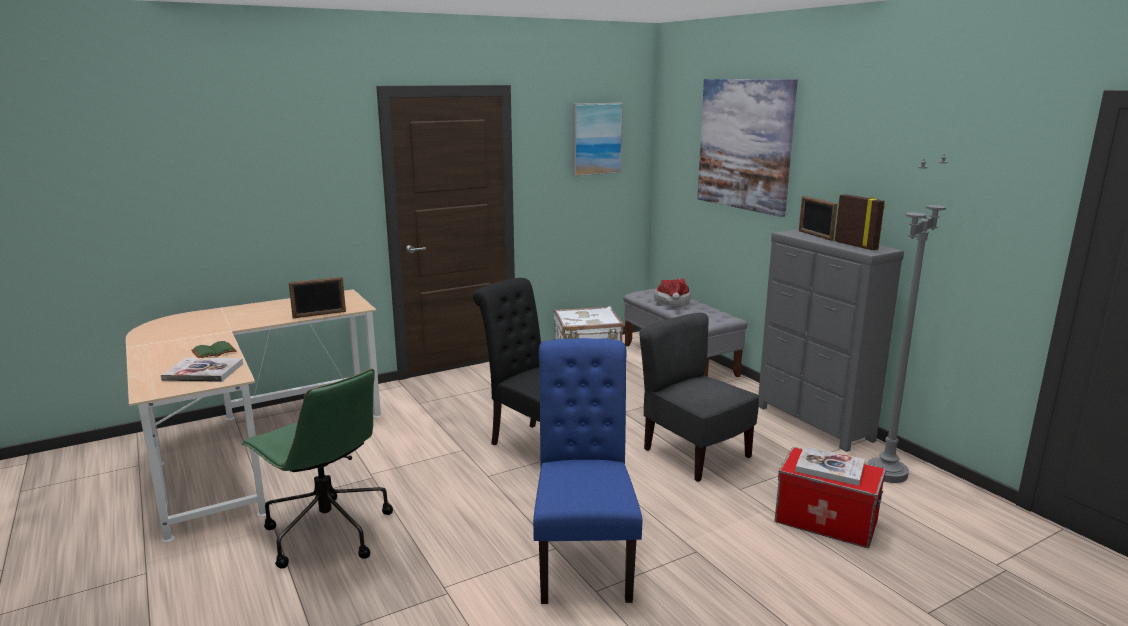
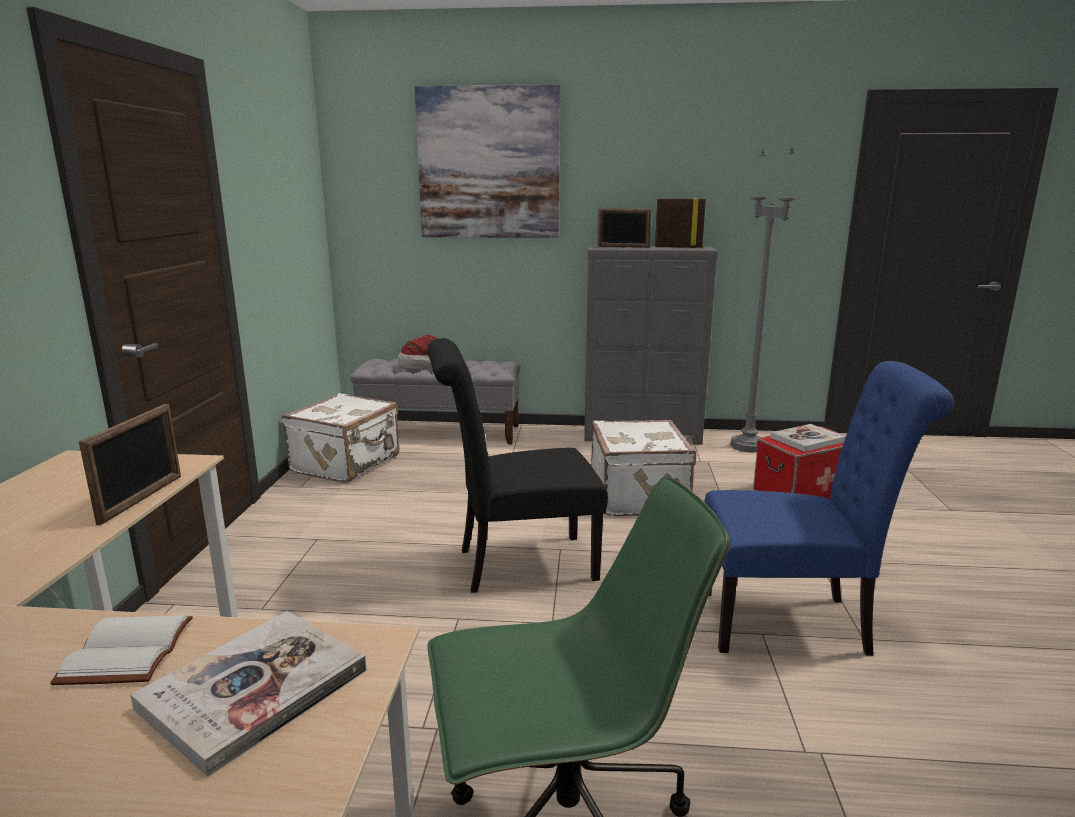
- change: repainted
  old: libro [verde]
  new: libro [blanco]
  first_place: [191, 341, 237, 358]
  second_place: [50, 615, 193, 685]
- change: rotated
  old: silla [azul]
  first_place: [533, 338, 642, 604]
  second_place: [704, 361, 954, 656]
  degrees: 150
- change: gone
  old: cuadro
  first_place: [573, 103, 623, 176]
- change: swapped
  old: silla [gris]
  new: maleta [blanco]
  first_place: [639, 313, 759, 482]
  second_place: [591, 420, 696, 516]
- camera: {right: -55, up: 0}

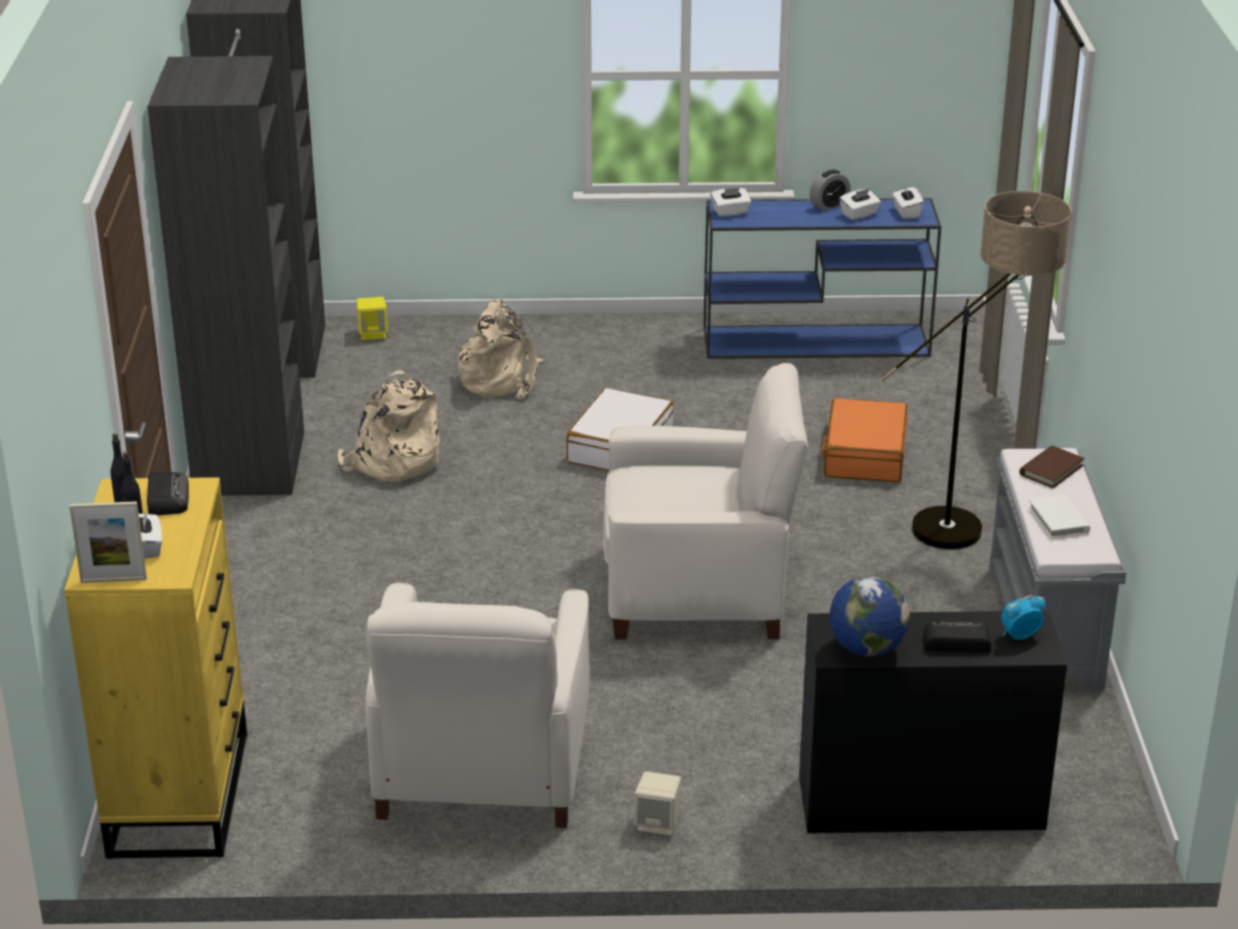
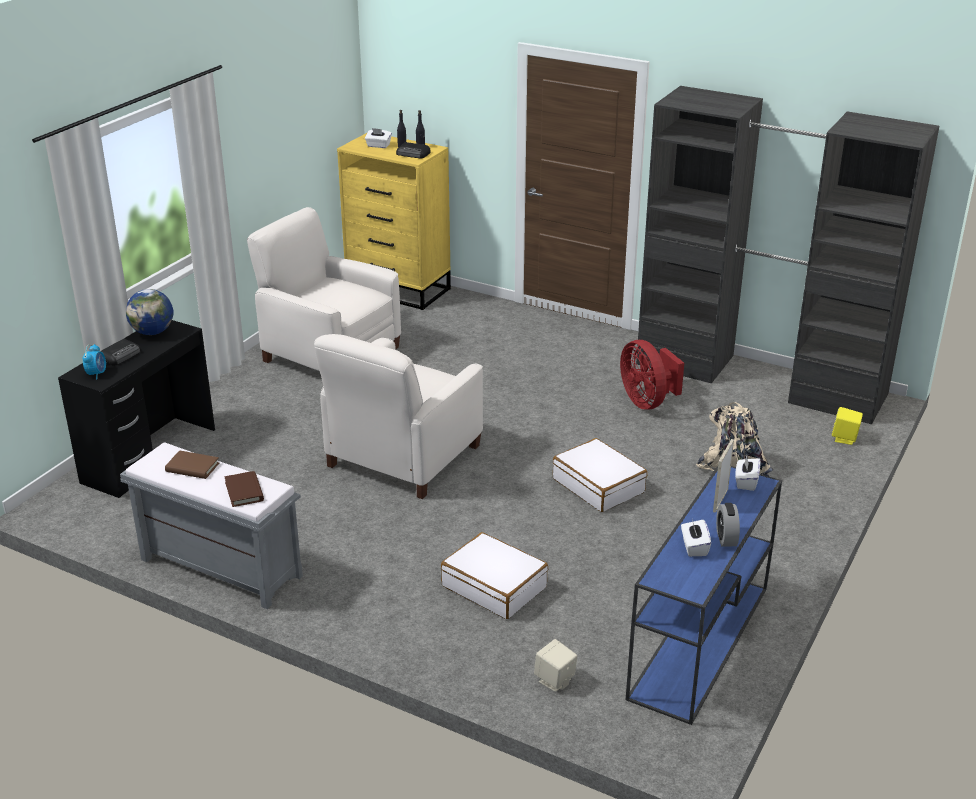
- change: shifted
  old: portarretratos
  first_place: [69, 501, 147, 583]
  second_place: [713, 439, 734, 513]
- change: swapped
  old: mochila [beis]
  new: ventilador [rojo]
  first_place: [338, 370, 440, 483]
  second_place: [620, 340, 684, 410]
- change: shifted
  old: altavoz [beis]
  first_place: [634, 771, 681, 836]
  second_place: [534, 639, 577, 692]
- change: repainted
  old: maleta [naranja]
  new: maleta [blanco]
  first_place: [822, 398, 908, 482]
  second_place: [441, 532, 548, 619]
- change: gone
  old: lámpara de pie
  first_place: [881, 191, 1072, 549]
- change: gone
  old: caja de pañuelos [blanco]
  first_place: [893, 183, 924, 219]
- change: repainted
  old: libro [blanco]
  new: libro [marrón]
  first_place: [1028, 495, 1090, 539]
  second_place: [165, 450, 219, 479]
- camera: {right: 120, up: 0}

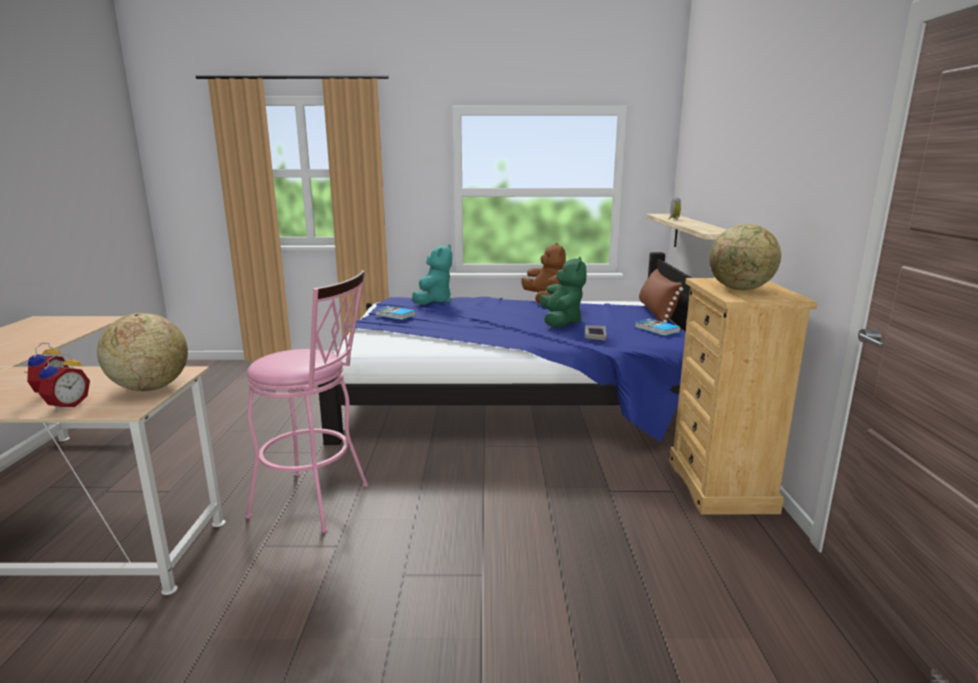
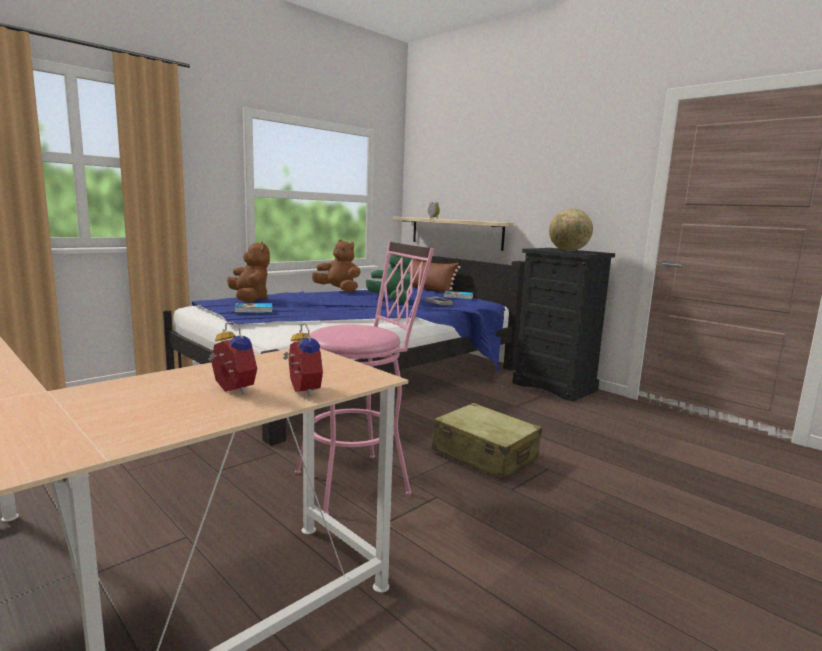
- change: gone
  old: globo terráqueo
  first_place: [97, 313, 188, 391]
- change: repainted
  old: peluche [turquesa]
  new: peluche [marrón]
  first_place: [412, 244, 452, 305]
  second_place: [227, 241, 270, 302]
- change: repainted
  old: cómoda [beis]
  new: cómoda [negro]
  first_place: [669, 278, 818, 514]
  second_place: [512, 248, 615, 402]
- change: new
  new: maleta [beis]
  second_place: [432, 403, 542, 480]
- camera: {right: -45, up: -5}

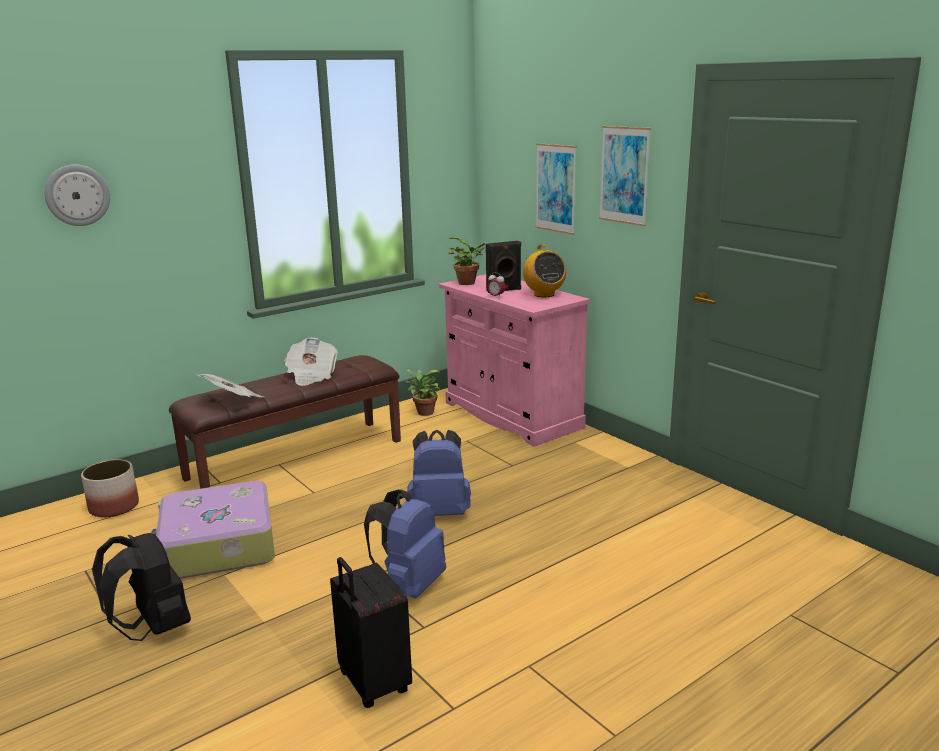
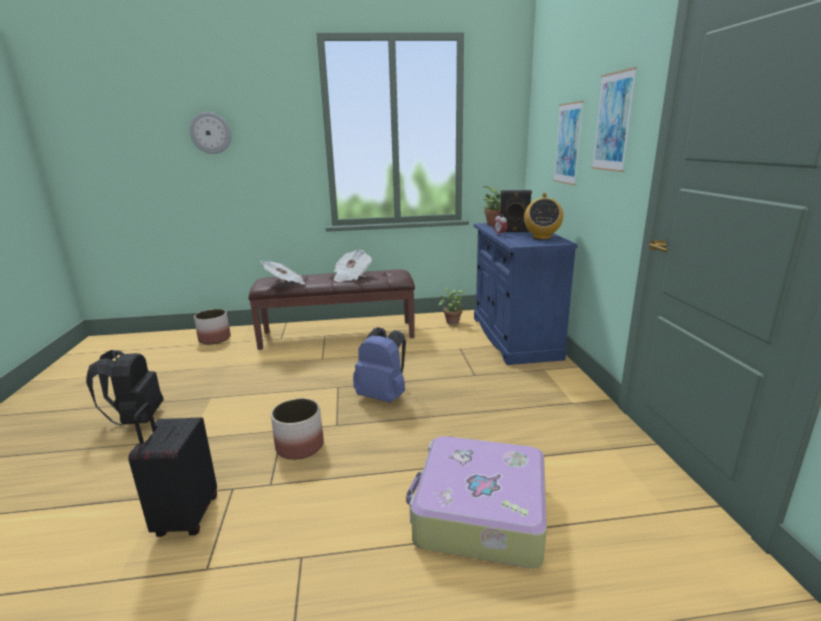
- change: shifted
  old: maleta
  first_place: [151, 481, 275, 579]
  second_place: [406, 436, 547, 568]
- change: swapped
  old: mochila [azul]
  new: maceta
  first_place: [364, 489, 446, 598]
  second_place: [271, 398, 324, 460]
- change: repainted
  old: armario [rosa]
  new: armario [azul]
  first_place: [439, 274, 590, 447]
  second_place: [474, 223, 578, 365]
- camera: {right: 30, up: 0}

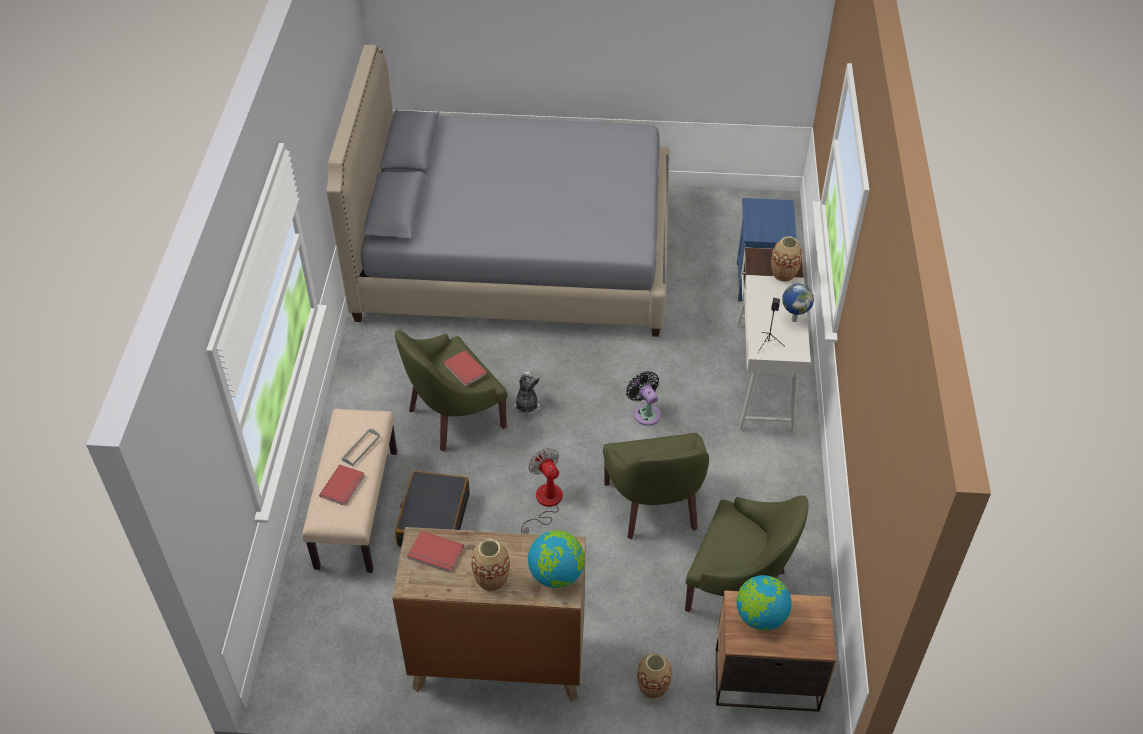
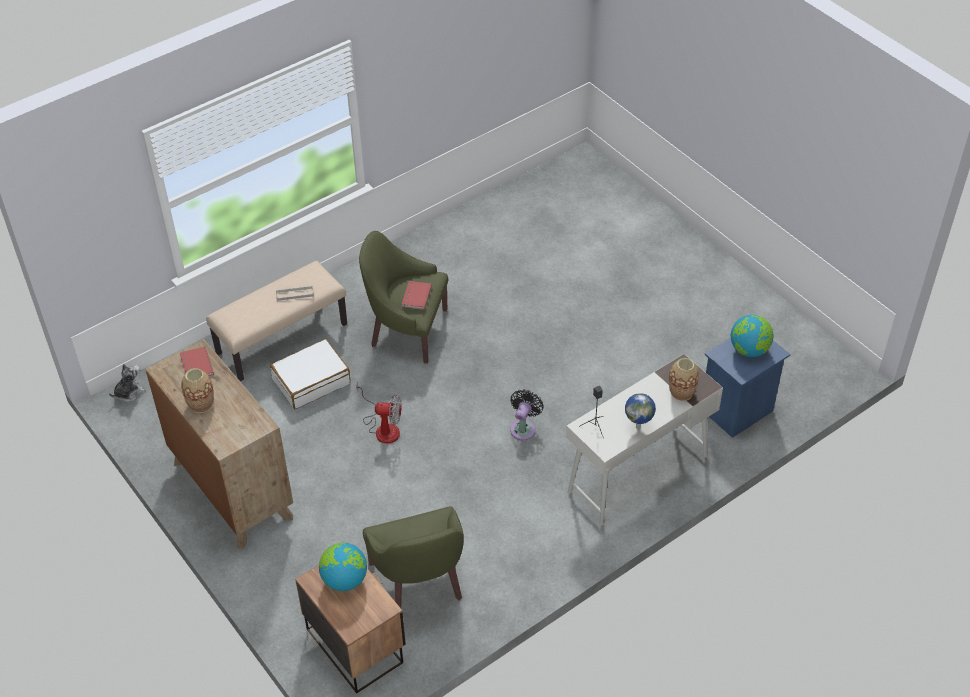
- change: gone
  old: libro [rojo]
  first_place: [319, 464, 365, 506]
- change: gone
  old: cama [gris]
  first_place: [326, 45, 670, 337]
- change: repainted
  old: maleta [negro]
  new: maleta [blanco]
  first_place: [395, 471, 470, 547]
  second_place: [270, 339, 350, 409]
- change: shifted
  old: peluche
  first_place: [514, 371, 540, 415]
  second_place: [109, 364, 145, 402]
- change: rotated
  old: ventilador
  first_place: [521, 448, 563, 534]
  second_place: [356, 383, 401, 444]
  degrees: 75
- change: shifted
  old: globo terráqueo
  first_place: [528, 531, 585, 588]
  second_place: [731, 315, 774, 357]
- change: gone
  old: sillón [verde]
  first_place: [603, 433, 709, 539]
- change: gone
  old: florero
  first_place: [637, 653, 672, 699]
- camera: {right: 50, up: 0}

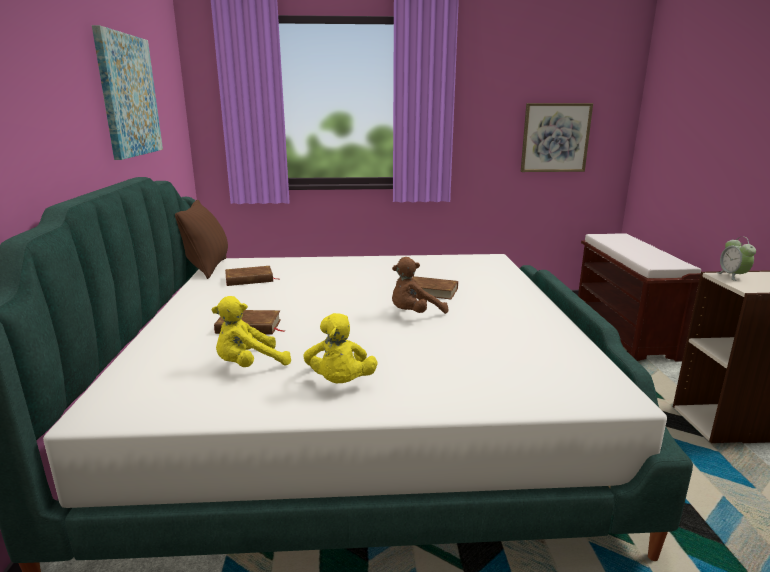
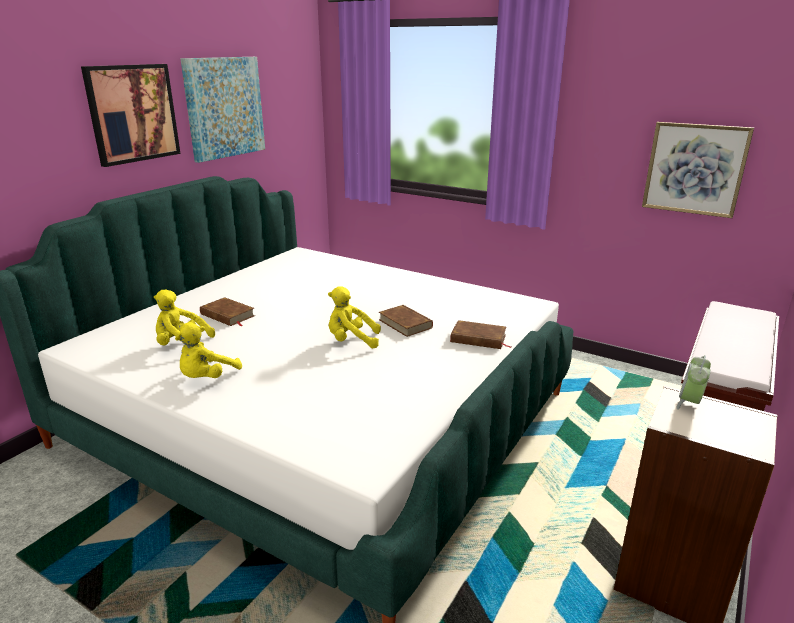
- change: gone
  old: cojín [marrón]
  first_place: [175, 200, 228, 279]
- change: shifted
  old: libro [marrón]
  first_place: [225, 266, 276, 286]
  second_place: [450, 320, 511, 349]
- change: repainted
  old: peluche [marrón]
  new: peluche [amarillo]
  first_place: [392, 257, 448, 314]
  second_place: [328, 286, 381, 348]
- change: new
  new: cuadro
  second_place: [81, 64, 181, 167]
- camera: {right: 35, up: 5}

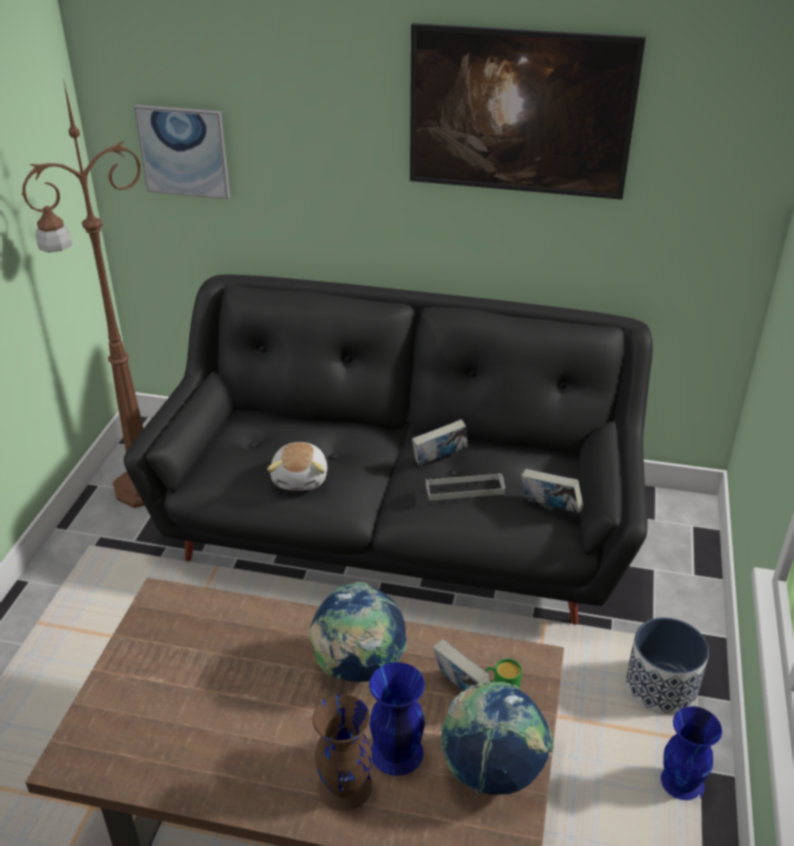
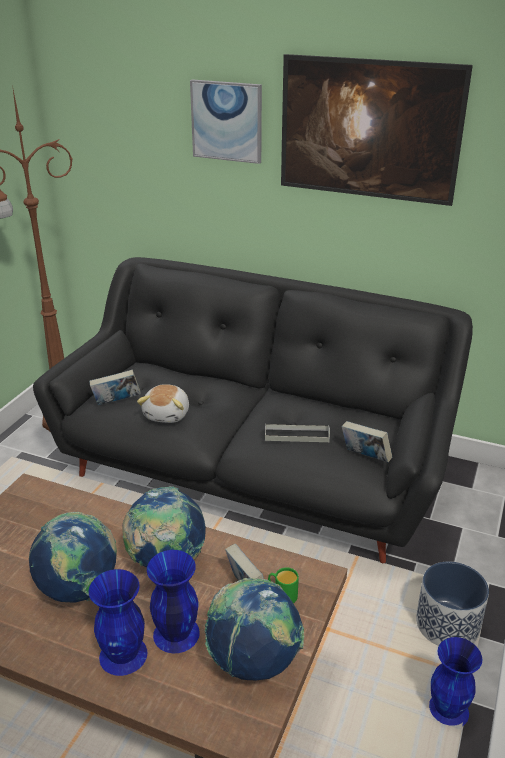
- change: shifted
  old: cuadro
  first_place: [134, 105, 230, 199]
  second_place: [190, 79, 262, 164]
- change: repainted
  old: florero [marrón]
  new: florero [azul]
  first_place: [313, 694, 372, 811]
  second_place: [89, 569, 147, 676]
- change: shifted
  old: libro
  first_place: [412, 419, 468, 466]
  second_place: [89, 370, 141, 405]
- change: new
  new: globo terráqueo
  second_place: [29, 512, 117, 603]
- camera: {right: 10, up: -5}

